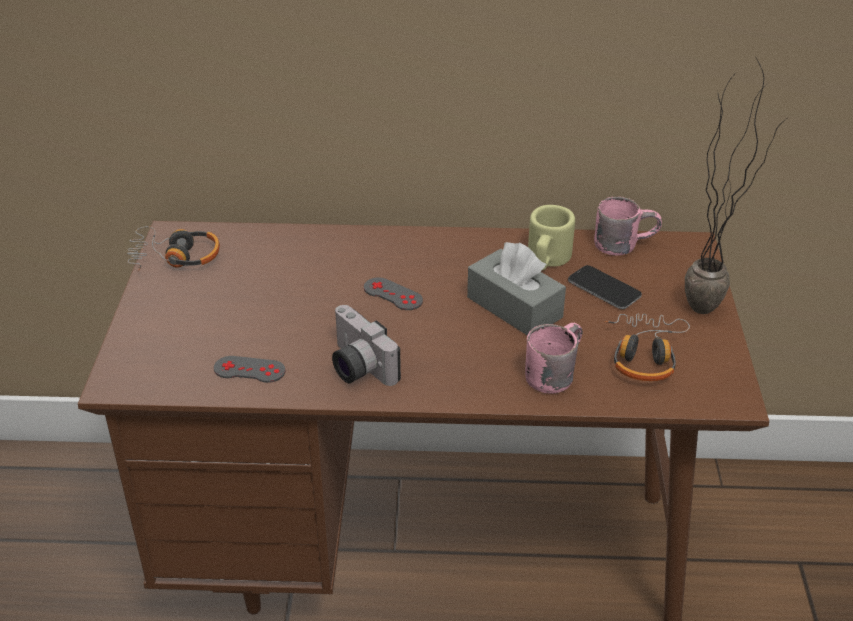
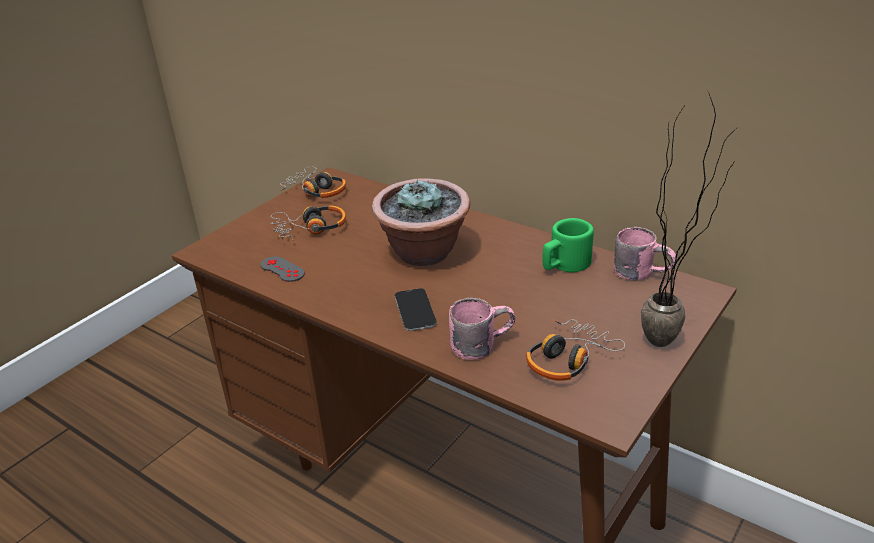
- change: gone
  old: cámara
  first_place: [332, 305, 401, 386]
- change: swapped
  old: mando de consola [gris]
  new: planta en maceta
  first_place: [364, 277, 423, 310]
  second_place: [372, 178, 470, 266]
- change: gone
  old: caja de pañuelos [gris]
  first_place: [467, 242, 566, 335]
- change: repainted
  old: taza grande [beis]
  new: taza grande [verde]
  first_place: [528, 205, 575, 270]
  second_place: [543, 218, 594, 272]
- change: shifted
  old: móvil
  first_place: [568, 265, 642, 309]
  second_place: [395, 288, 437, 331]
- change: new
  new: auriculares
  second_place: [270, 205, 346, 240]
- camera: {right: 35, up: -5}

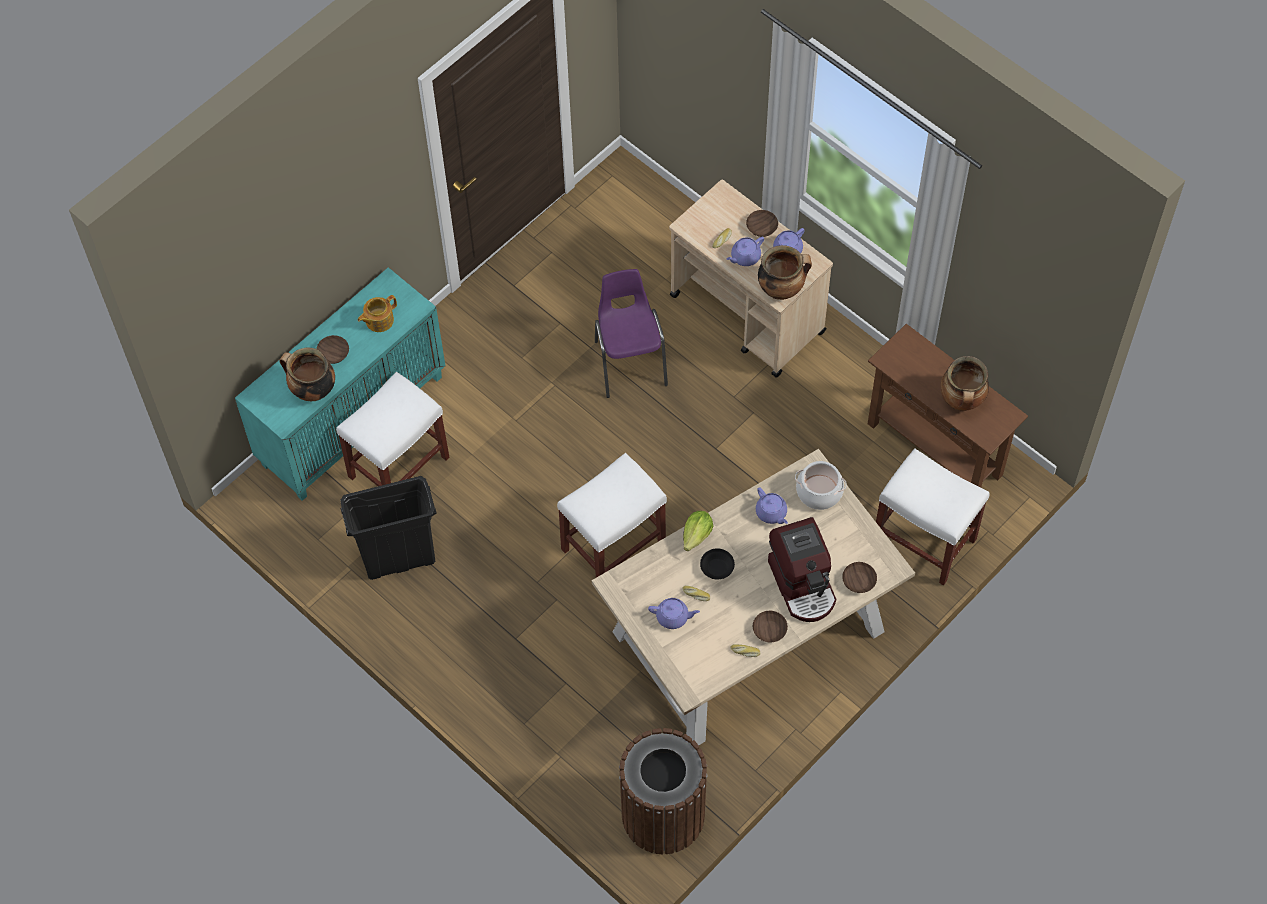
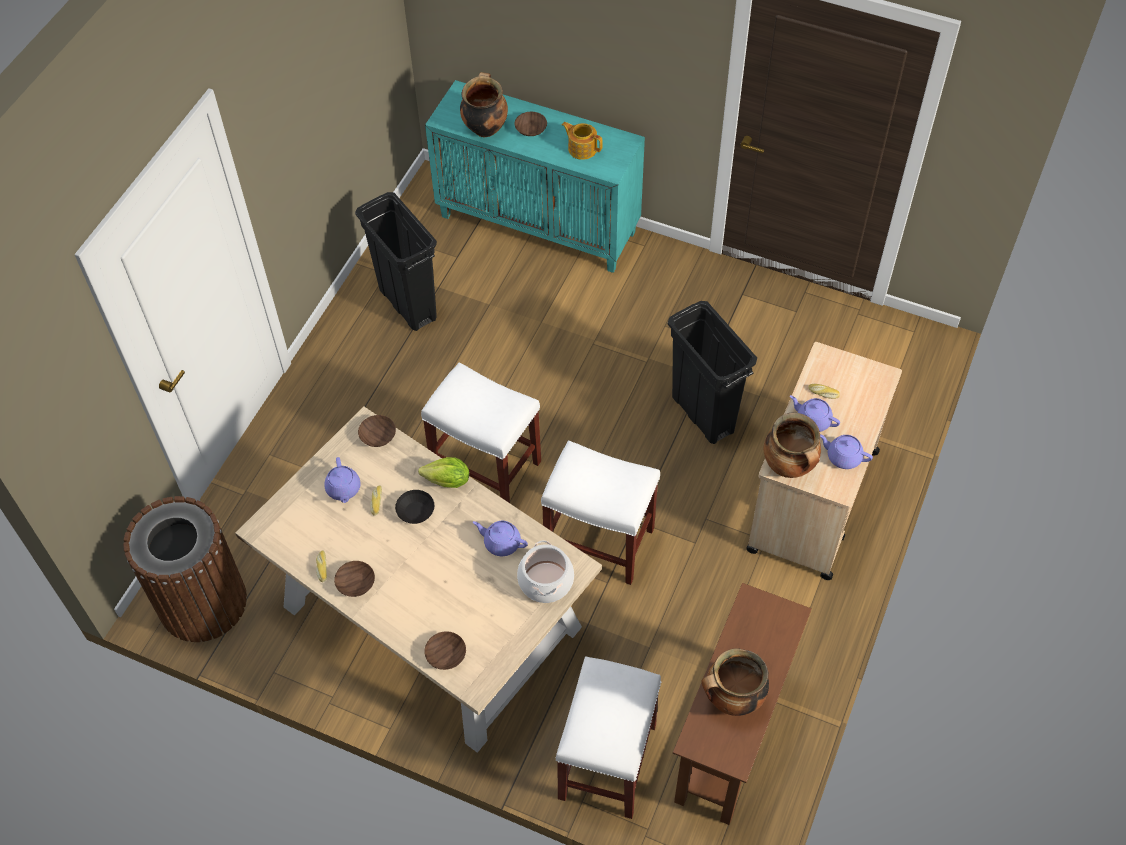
- change: shifted
  old: taburete [blanco]
  first_place: [336, 372, 449, 486]
  second_place: [541, 440, 660, 585]
- change: swapped
  old: silla [morado]
  new: papelera [negro]
  first_place: [595, 269, 668, 398]
  second_place: [668, 301, 757, 444]
- change: shifted
  old: cuenco [marrón]
  first_place: [746, 210, 778, 237]
  second_place: [358, 415, 396, 447]
- change: rotated
  old: tetera [morado]
  first_place: [756, 487, 788, 524]
  second_place: [473, 521, 528, 556]
  degrees: 75
- change: gone
  old: cafetera
  first_place: [768, 517, 836, 622]
- camera: {right: 70, up: -5}

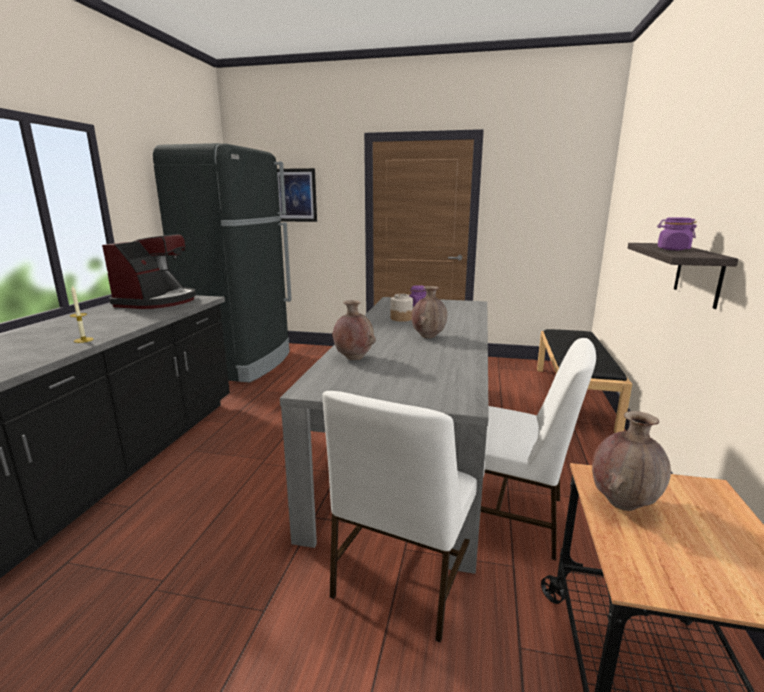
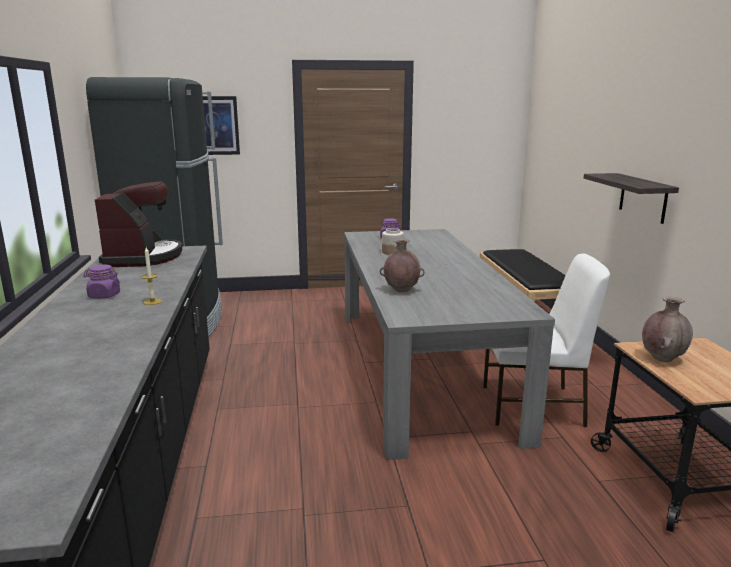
- change: gone
  old: silla [blanco]
  first_place: [322, 391, 485, 643]
- change: gone
  old: florero [marrón]
  first_place: [412, 286, 447, 338]
- change: shifted
  old: tarro [morado]
  first_place: [657, 217, 697, 250]
  second_place: [83, 265, 120, 298]
- camera: {right: -20, up: 0}

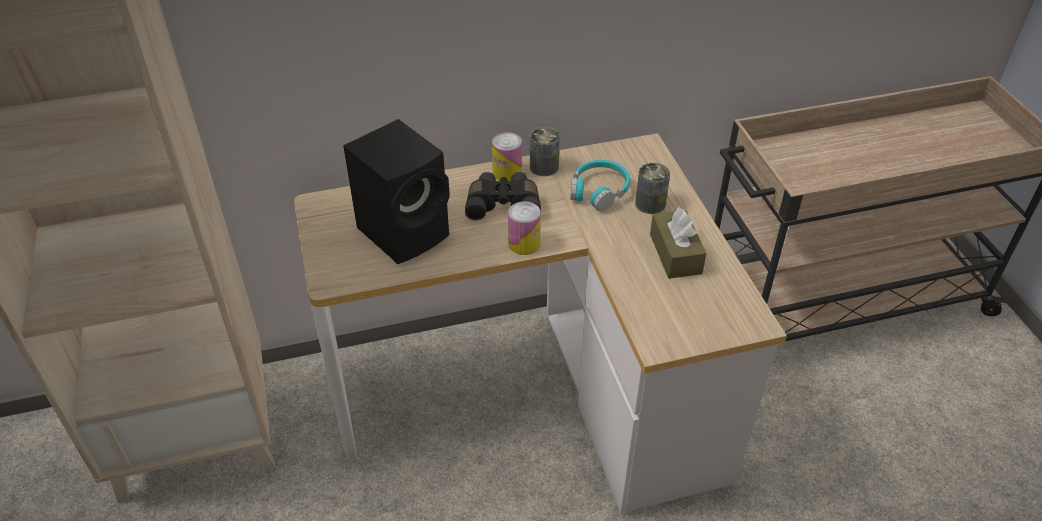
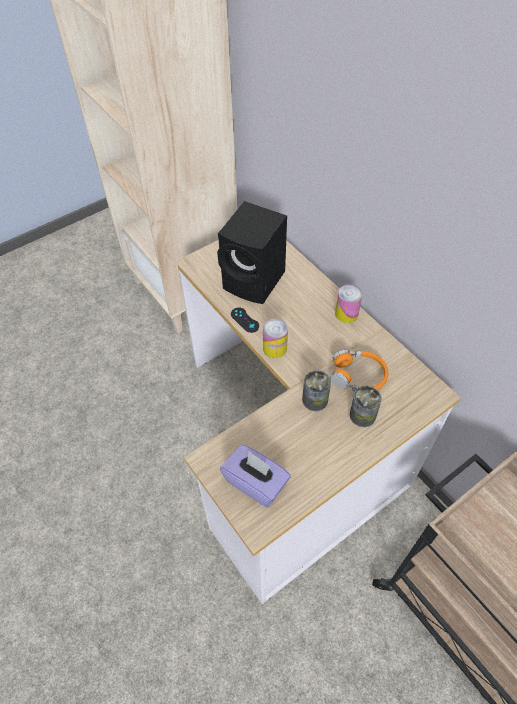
- change: gone
  old: prismáticos [negro]
  first_place: [465, 172, 541, 220]
- change: shifted
  old: lata
  first_place: [530, 127, 560, 176]
  second_place: [302, 370, 331, 411]
- change: repainted
  old: auriculares [turquesa]
  new: auriculares [naranja]
  first_place: [570, 160, 631, 211]
  second_place: [330, 350, 388, 391]
- change: gone
  old: caja de pañuelos [marrón]
  first_place: [650, 207, 706, 279]
- change: new
  new: caja de pañuelos [morado]
  second_place: [220, 445, 291, 507]
- change: new
  new: mando de consola [negro]
  second_place: [231, 308, 259, 333]
- camera: {right: 70, up: 10}

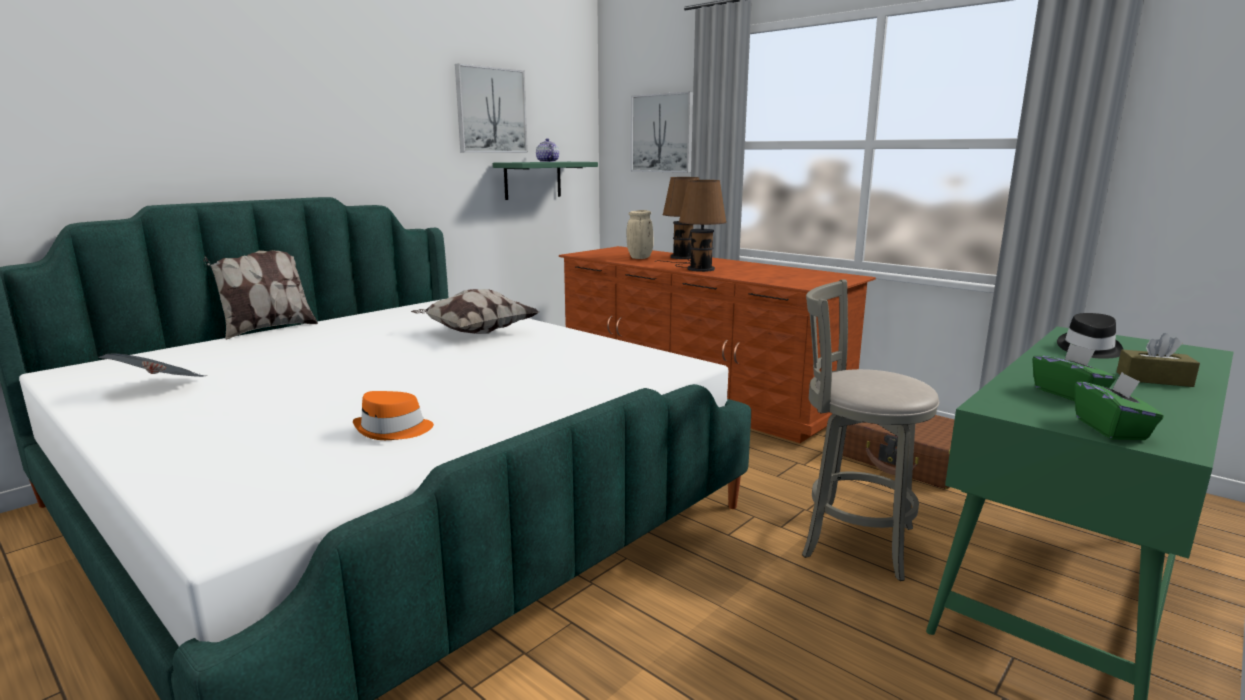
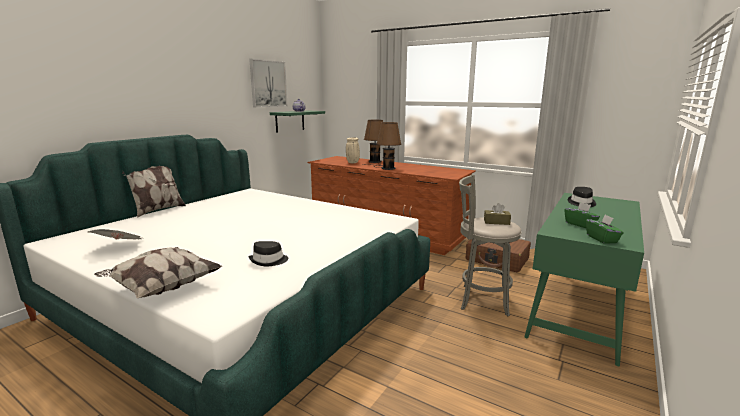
- change: repainted
  old: sombrero [naranja]
  new: sombrero [negro]
  first_place: [353, 391, 434, 440]
  second_place: [249, 241, 288, 266]
- change: shifted
  old: cojín
  first_place: [411, 289, 539, 334]
  second_place: [94, 247, 222, 299]
- change: gone
  old: cuadro
  first_place: [631, 91, 693, 173]
- change: shifted
  old: caja de pañuelos [marrón]
  first_place: [1117, 333, 1200, 387]
  second_place: [484, 203, 511, 225]
- camera: {right: -10, up: 0}

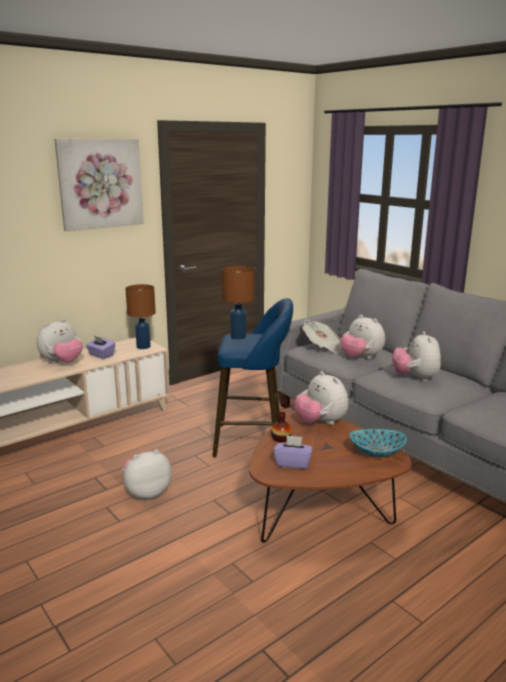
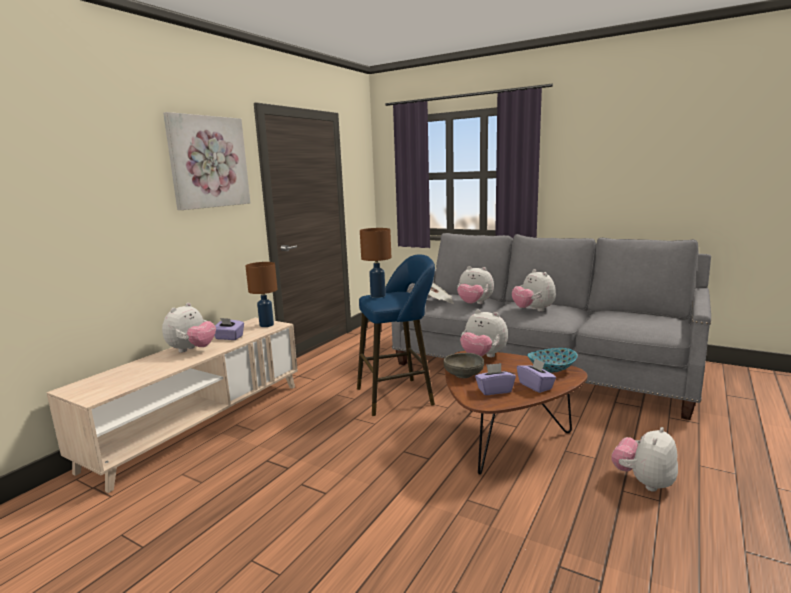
- change: shifted
  old: peluche
  first_place: [122, 449, 171, 501]
  second_place: [611, 427, 678, 492]
- change: swapped
  old: florero
  new: cuenco [gris]
  first_place: [271, 412, 292, 442]
  second_place: [443, 353, 484, 378]
- change: new
  new: caja de pañuelos [morado]
  second_place: [517, 358, 556, 393]
- camera: {right: -20, up: -5}

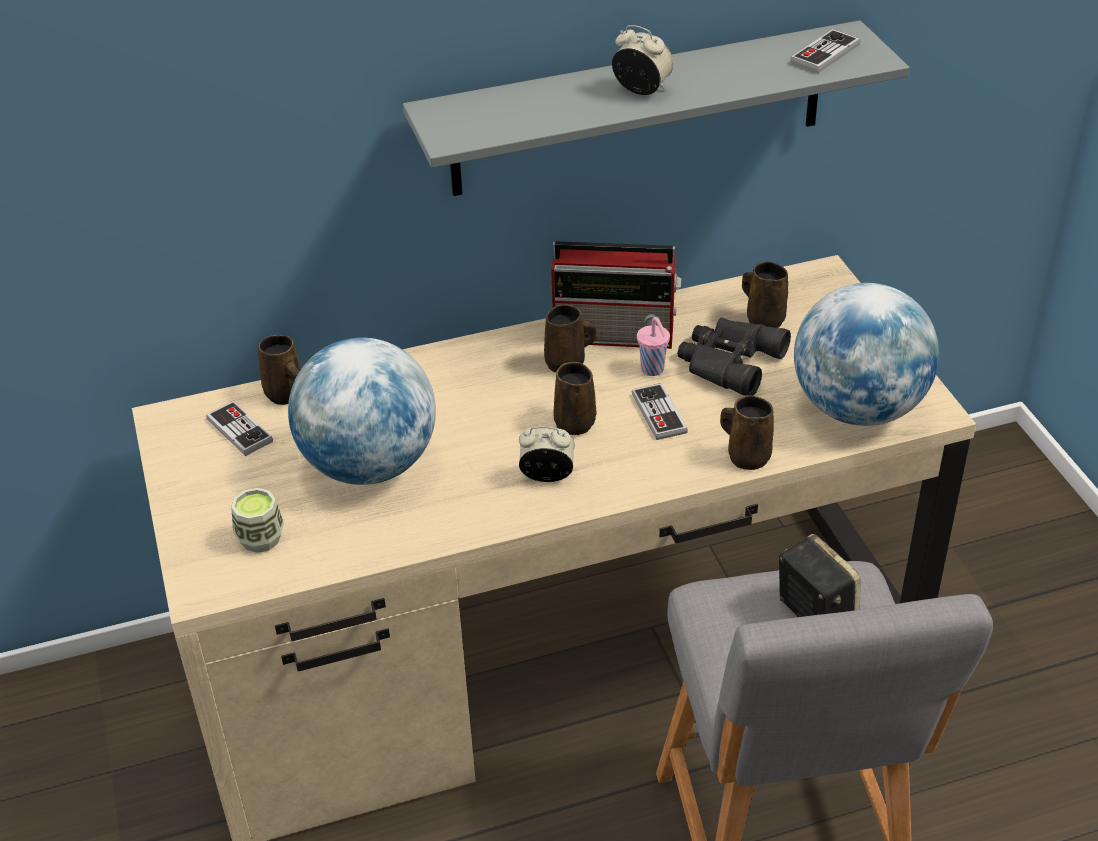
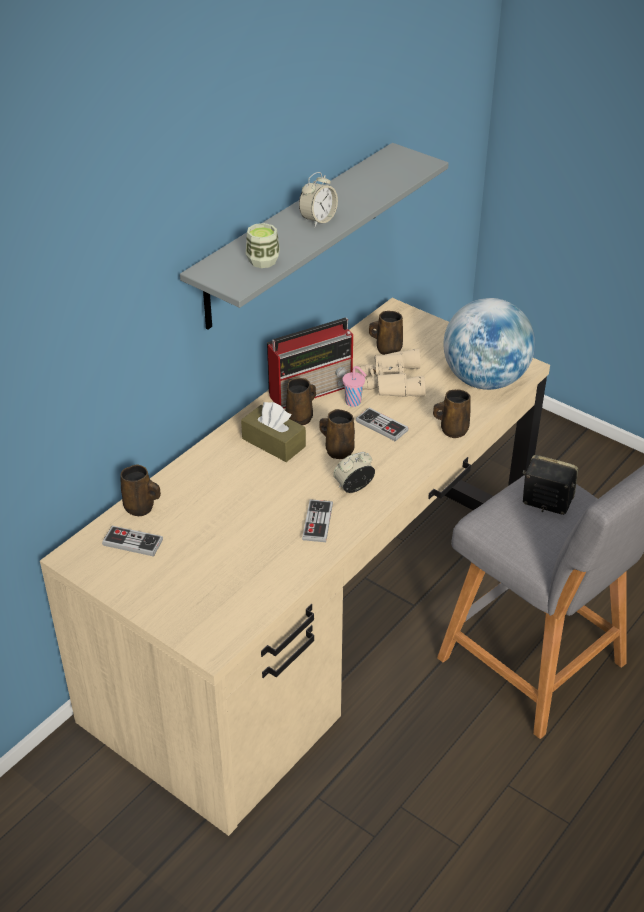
- change: shifted
  old: taza
  first_place: [231, 488, 284, 553]
  second_place: [246, 223, 280, 268]
- change: gone
  old: globo terráqueo
  first_place: [288, 338, 436, 485]
- change: rotated
  old: despertador
  first_place: [612, 25, 674, 95]
  second_place: [299, 172, 338, 227]
  degrees: 135
- change: repainted
  old: prismáticos [negro]
  new: prismáticos [beis]
  first_place: [677, 318, 791, 396]
  second_place: [361, 349, 426, 397]
- change: shifted
  old: mando de consola
  first_place: [790, 29, 860, 73]
  second_place: [302, 499, 333, 542]
- change: new
  new: caja de pañuelos [marrón]
  second_place: [241, 402, 306, 462]
- camera: {right: -35, up: 0}

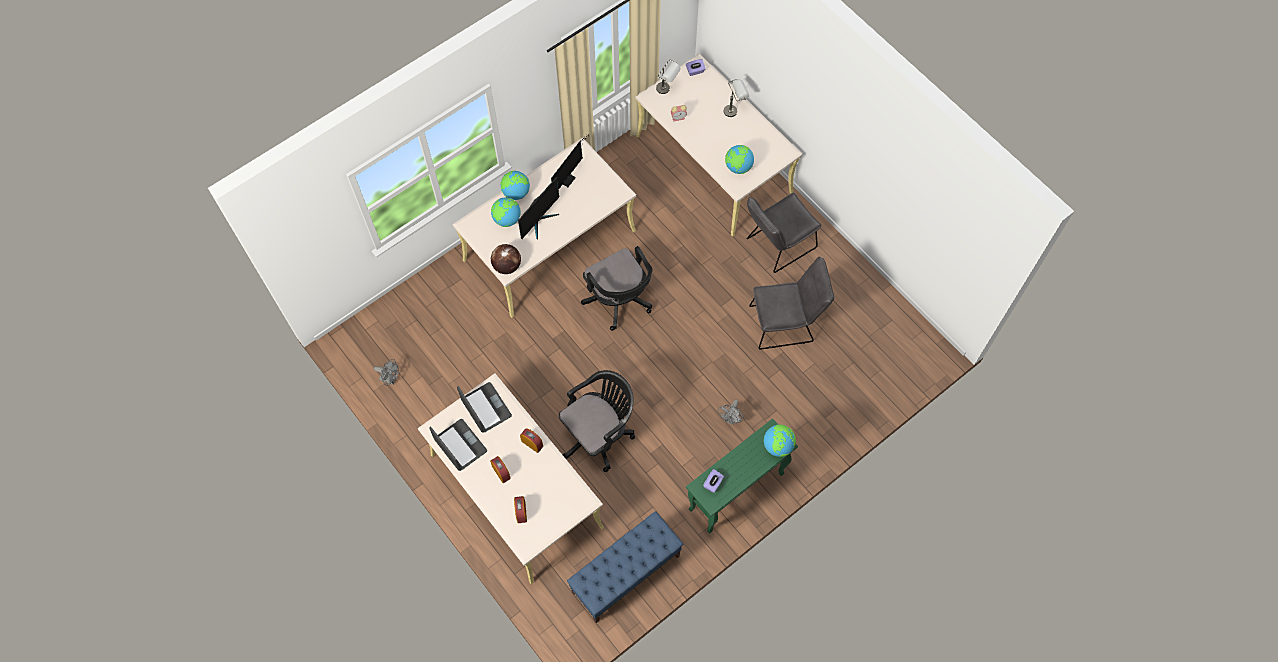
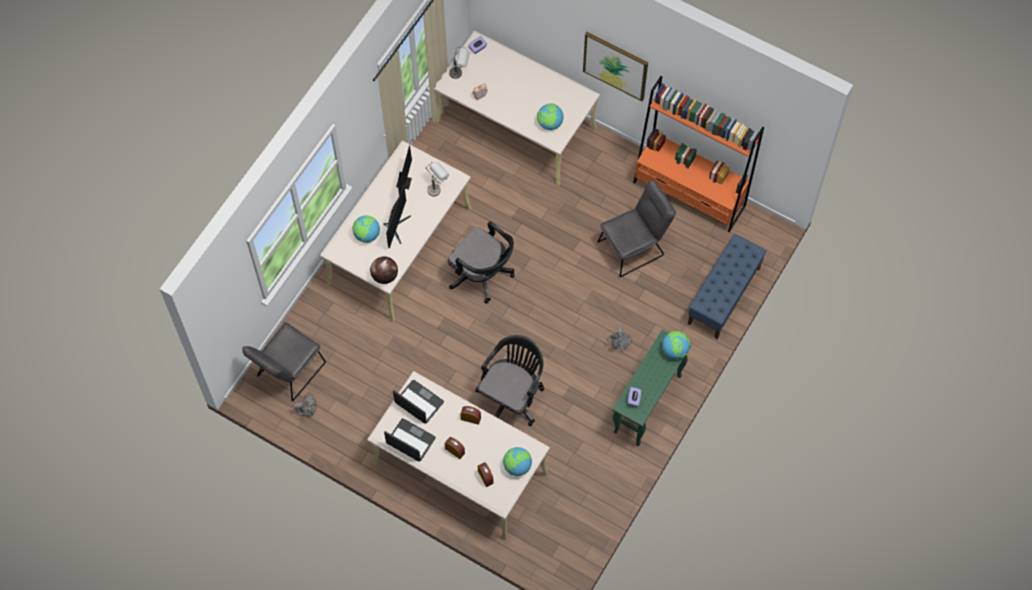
- change: shifted
  old: globo terráqueo
  first_place: [501, 171, 530, 200]
  second_place: [503, 447, 532, 476]
- change: shifted
  old: banco [azul]
  first_place: [567, 511, 683, 623]
  second_place: [688, 234, 767, 339]
- change: shifted
  old: lámpara de mesa [gris]
  first_place: [724, 79, 749, 117]
  second_place: [426, 162, 449, 196]
- change: shifted
  old: silla [gris]
  first_place: [747, 193, 821, 273]
  second_place: [242, 322, 326, 401]
- change: new
  new: cuadro
  second_place: [583, 32, 648, 101]
- change: new
  new: estantería [naranja]
  second_place: [633, 76, 764, 232]
- camera: {right: -20, up: 0}

